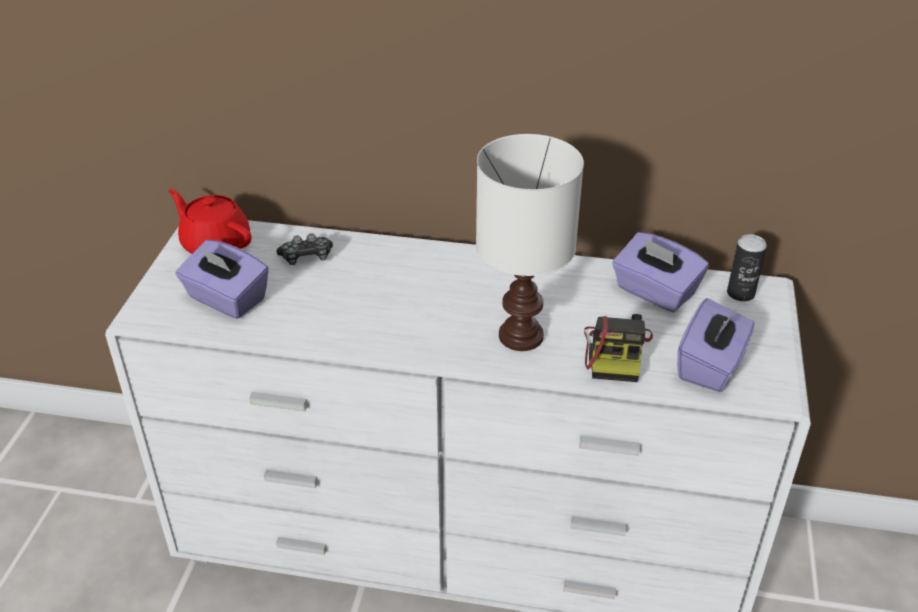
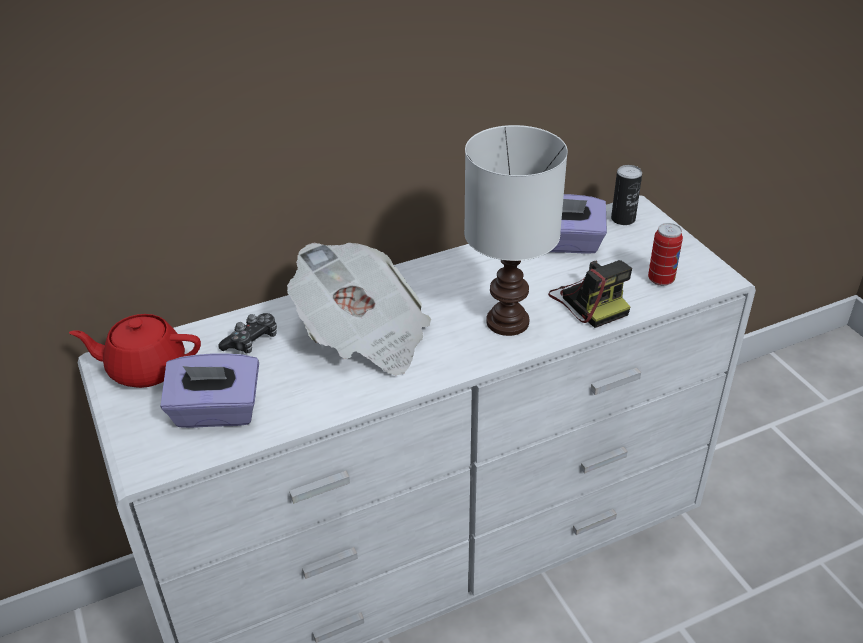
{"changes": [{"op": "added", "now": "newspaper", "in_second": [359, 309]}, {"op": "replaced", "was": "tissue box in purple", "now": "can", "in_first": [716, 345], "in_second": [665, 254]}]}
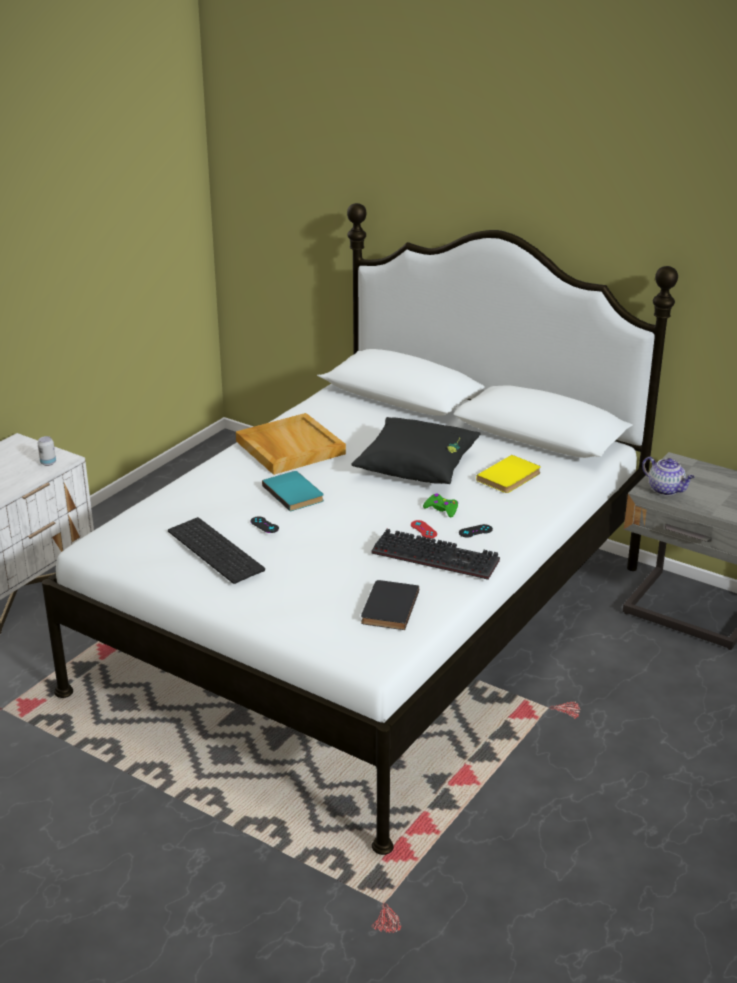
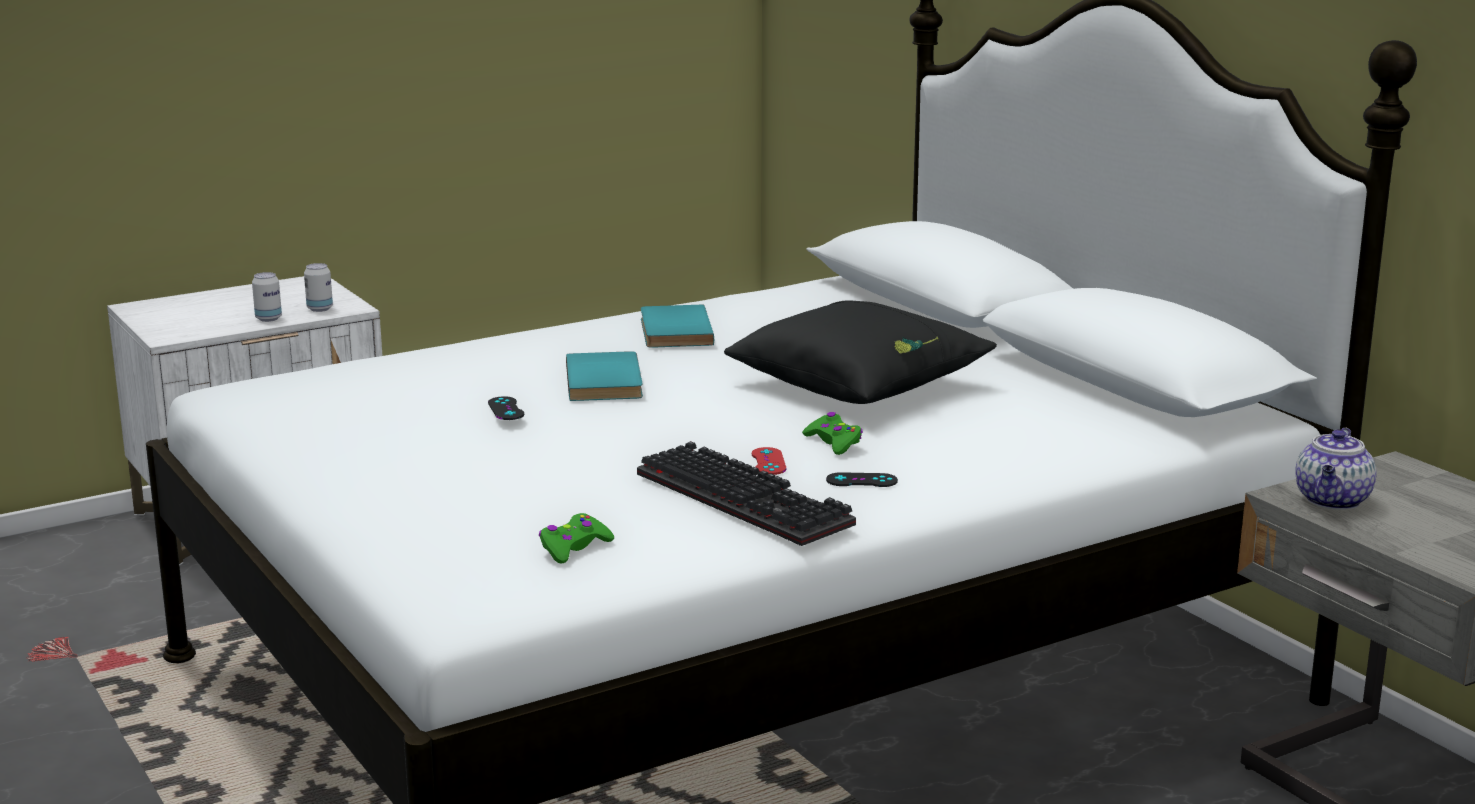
{"changes": [{"op": "added", "now": "can", "in_second": [267, 297]}, {"op": "replaced", "was": "volume in black-coloured", "now": "joypad in green", "in_first": [390, 605], "in_second": [576, 538]}, {"op": "replaced", "was": "carrying tray in beige-coloured", "now": "volume in turquoise-coloured", "in_first": [291, 444], "in_second": [677, 326]}, {"op": "turned", "was": "teapot", "in_first": [668, 476], "in_second": [1336, 469], "clockwise": 45}, {"op": "removed", "was": "PC keyboard", "in_first": [216, 550]}, {"op": "removed", "was": "volume in yellow-coloured", "in_first": [508, 474]}]}
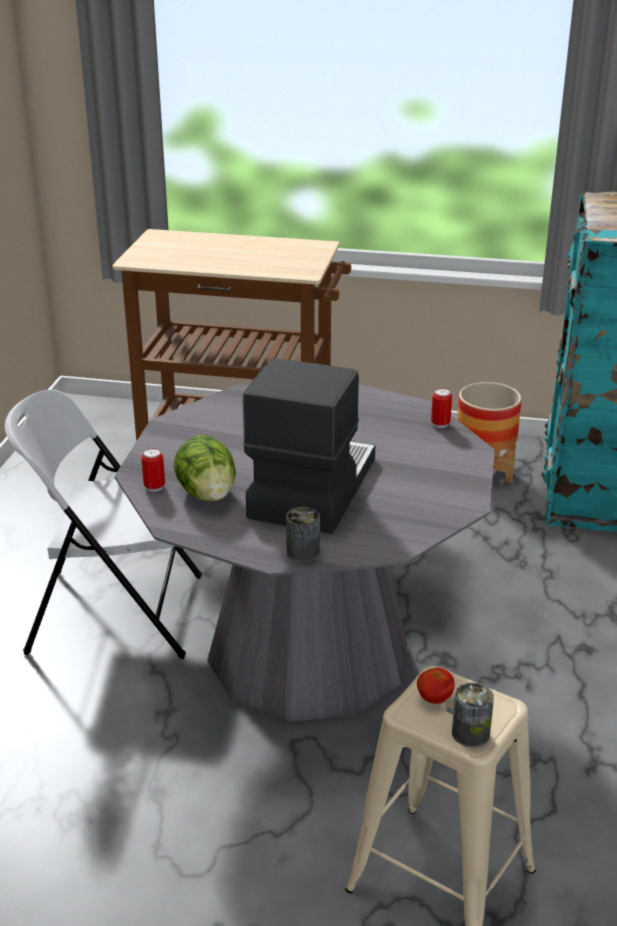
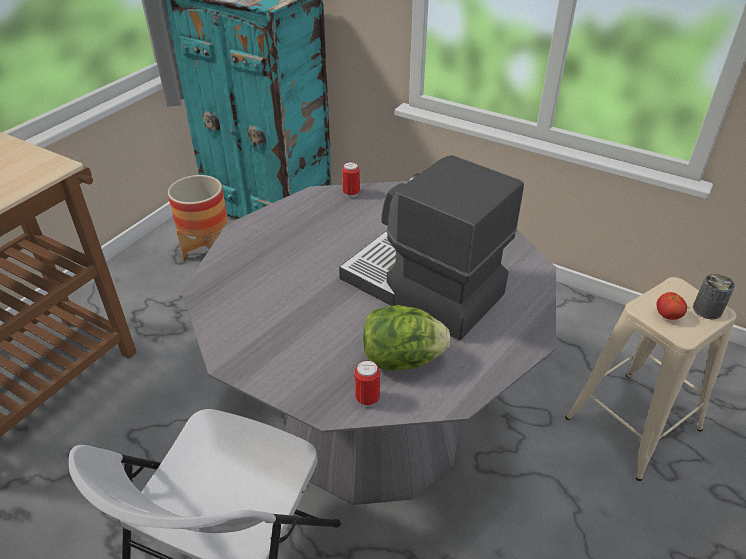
{"changes": [{"op": "removed", "was": "can", "in_first": [303, 534]}]}
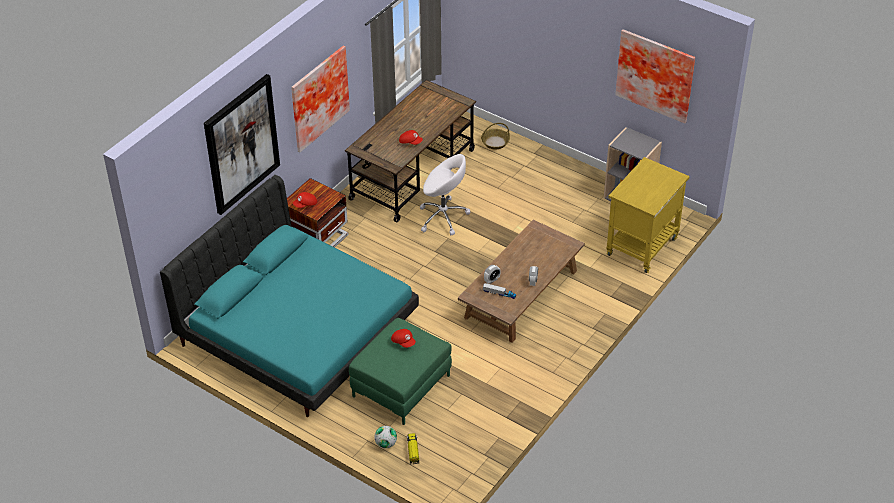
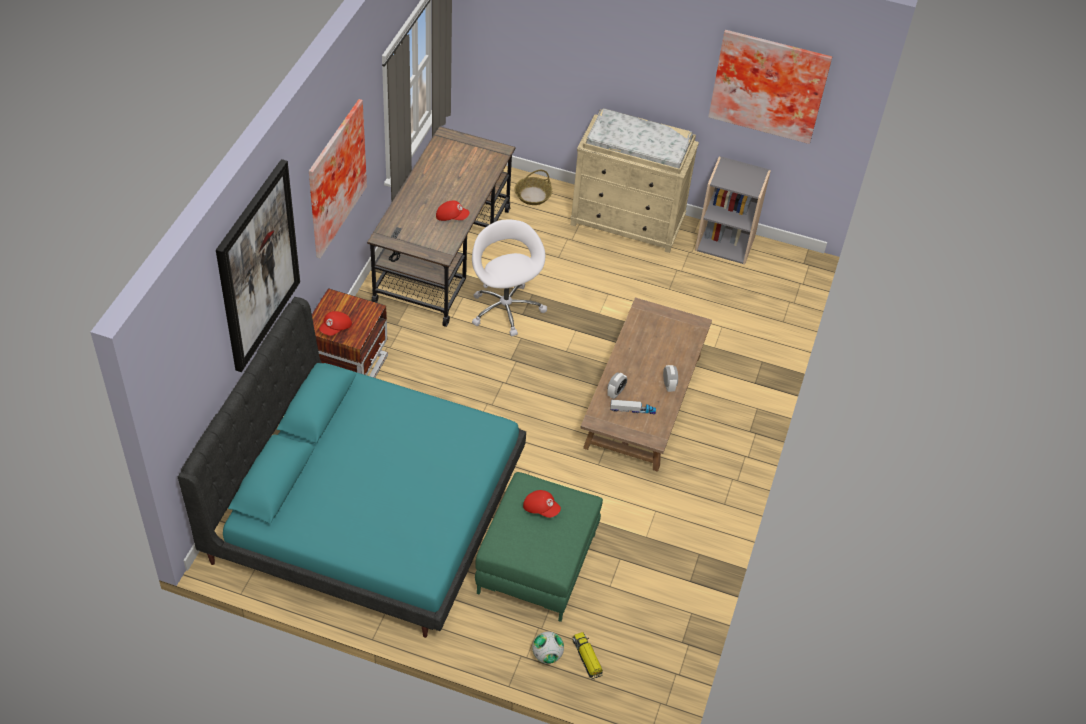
{"changes": [{"op": "turned", "was": "computer chair in white", "in_first": [445, 194], "in_second": [509, 278], "clockwise": -120}, {"op": "added", "now": "drawer chest in beige-coloured", "in_second": [634, 180]}, {"op": "removed", "was": "wheeled cart in yellow-coloured", "in_first": [648, 215]}]}
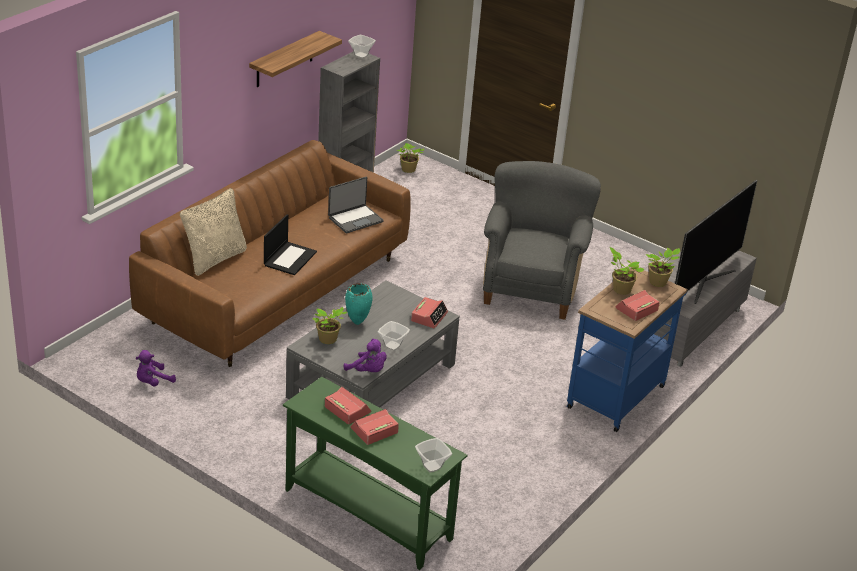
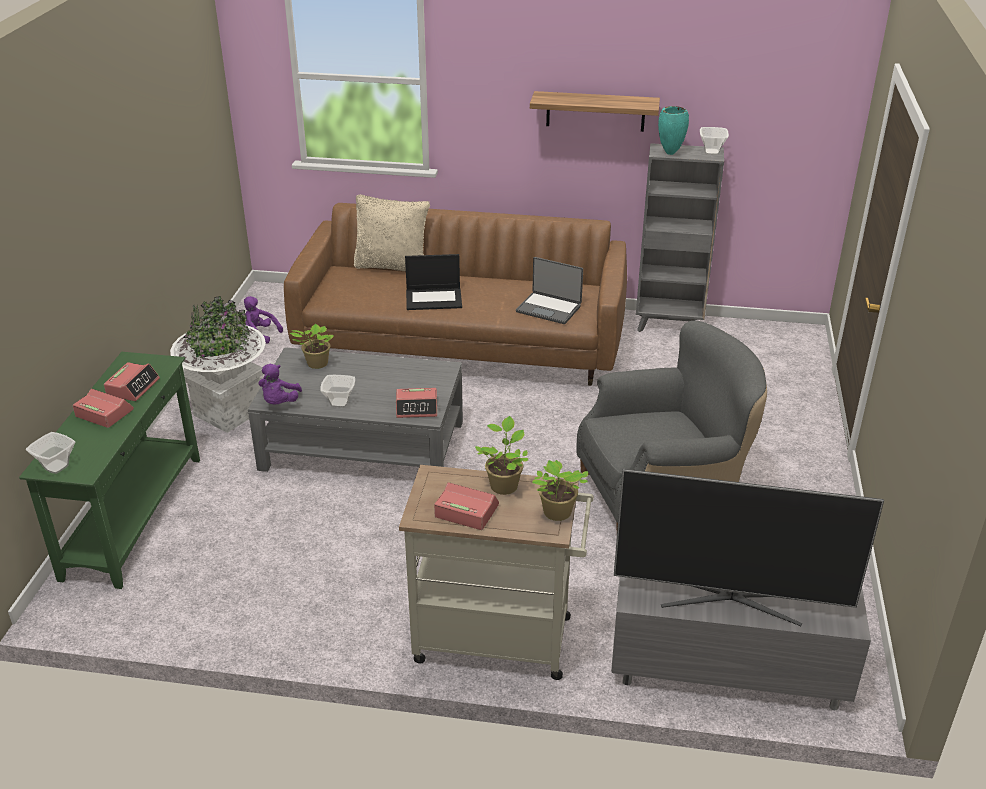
{"changes": [{"op": "added", "now": "planter in white", "in_second": [218, 364]}, {"op": "recoloured", "was": "wheeled cart in blue-coloured", "now": "wheeled cart in beige-coloured", "in_first": [627, 349], "in_second": [496, 572]}, {"op": "moved", "was": "flower vase in turquoise-coloured", "in_first": [358, 304], "in_second": [673, 130]}, {"op": "removed", "was": "plant in a pot", "in_first": [410, 158]}]}
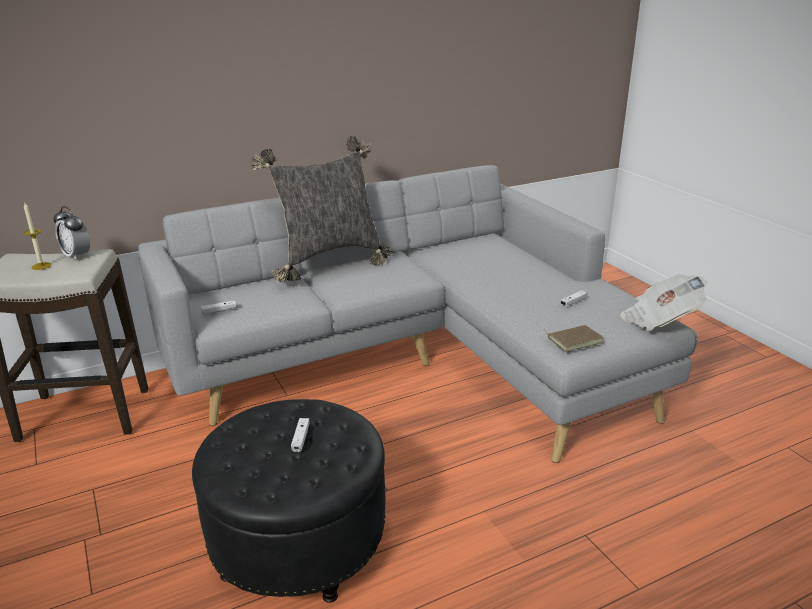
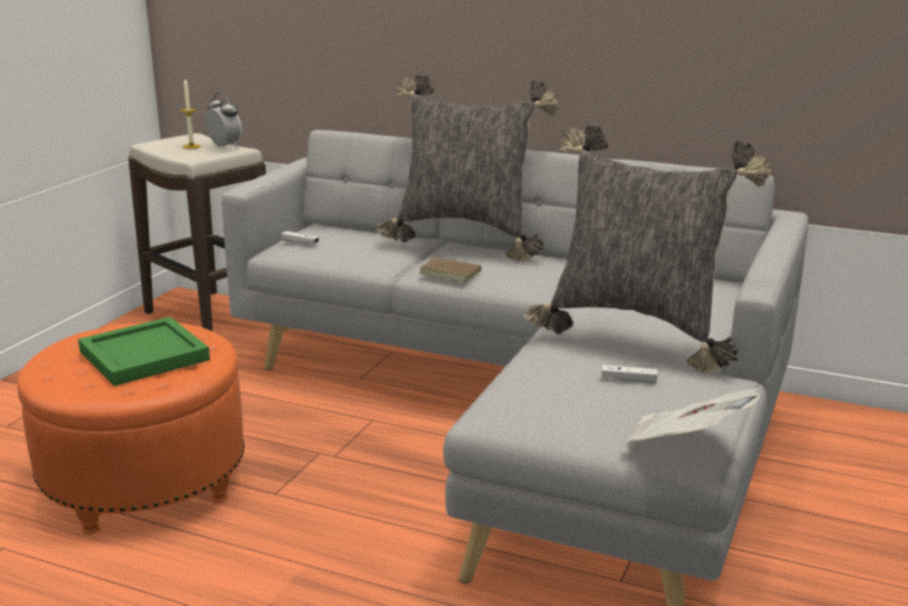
{"changes": [{"op": "recoloured", "was": "ottoman in black-coloured", "now": "ottoman in orangey", "in_first": [288, 501], "in_second": [131, 428]}, {"op": "replaced", "was": "joypad in white", "now": "carrying tray in green", "in_first": [300, 435], "in_second": [144, 351]}, {"op": "turned", "was": "table clock", "in_first": [71, 233], "in_second": [223, 120], "clockwise": 135}, {"op": "moved", "was": "volume in brown", "in_first": [574, 338], "in_second": [450, 268]}, {"op": "added", "now": "cushion", "in_second": [647, 250]}]}
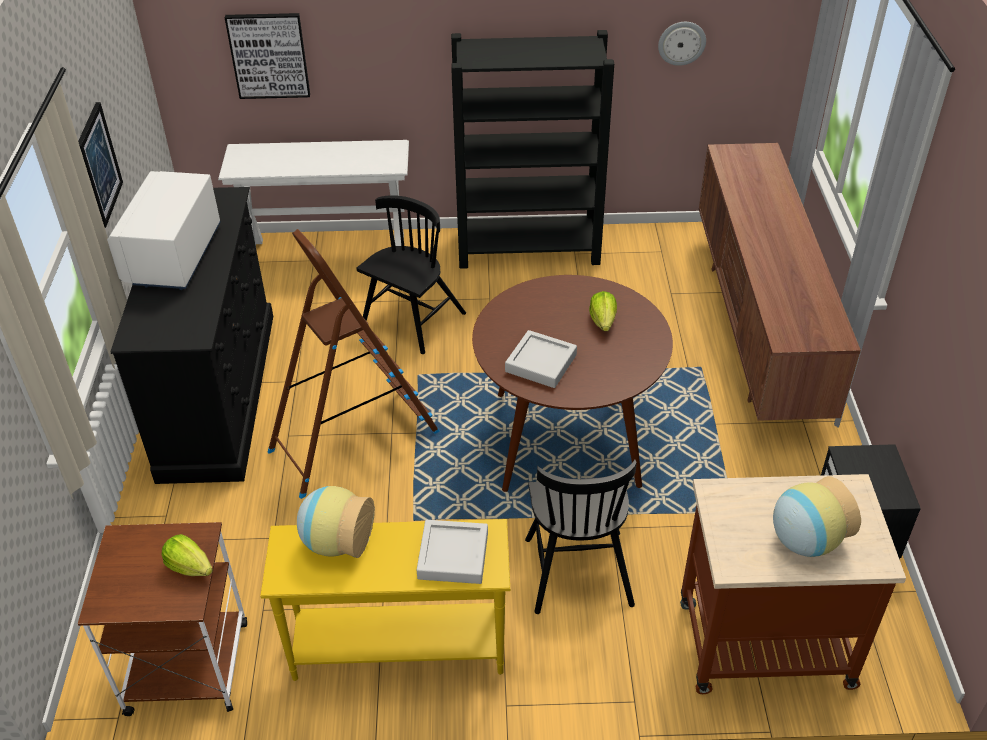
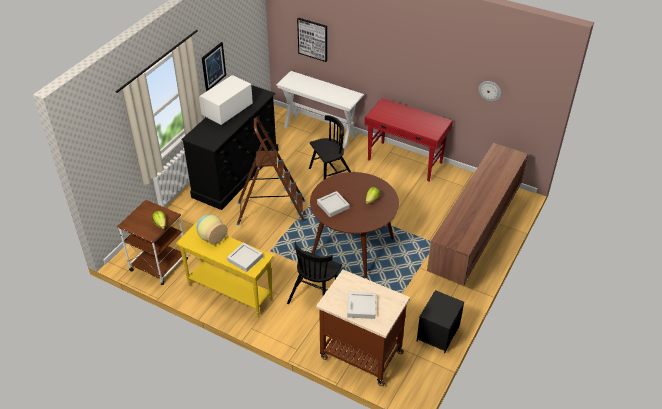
{"changes": [{"op": "replaced", "was": "flower vase", "now": "carrying tray in gray", "in_first": [817, 516], "in_second": [361, 305]}, {"op": "replaced", "was": "bookcase in black-coloured", "now": "hall table in red-coloured", "in_first": [532, 149], "in_second": [409, 139]}]}
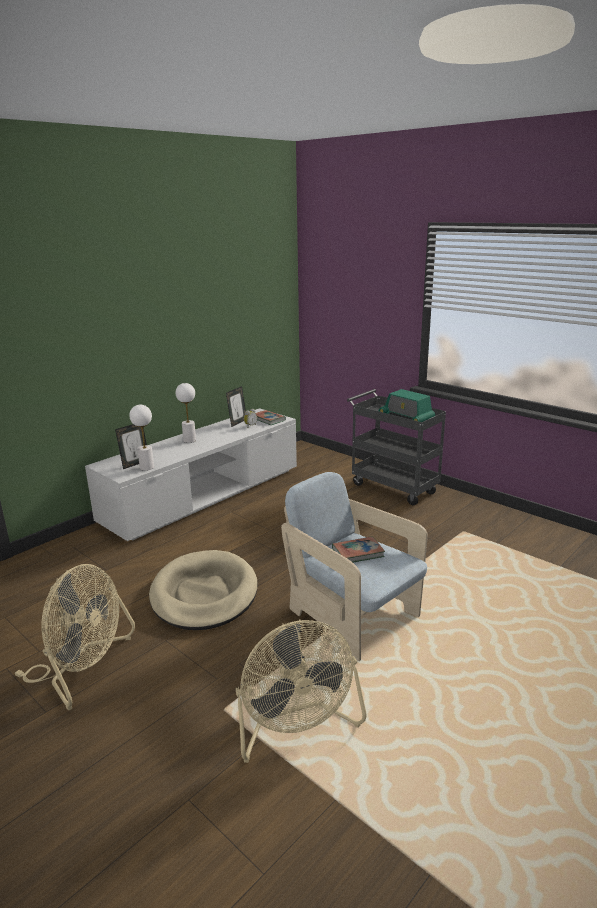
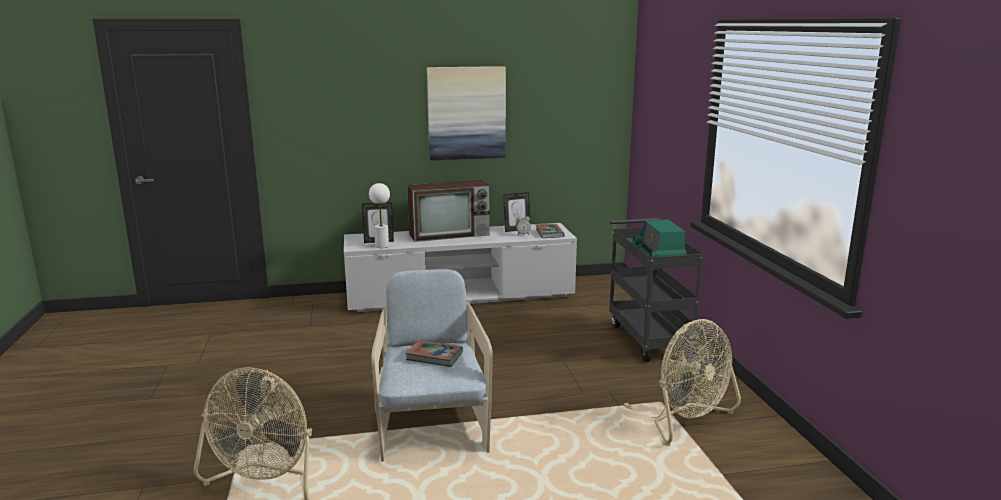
{"changes": [{"op": "replaced", "was": "tabletop lamp in white", "now": "TV", "in_first": [186, 413], "in_second": [448, 211]}, {"op": "added", "now": "picture", "in_second": [466, 113]}, {"op": "moved", "was": "cooling fan in beige-coloured", "in_first": [75, 637], "in_second": [682, 382]}, {"op": "removed", "was": "dog cushion in beige-coloured", "in_first": [203, 590]}]}
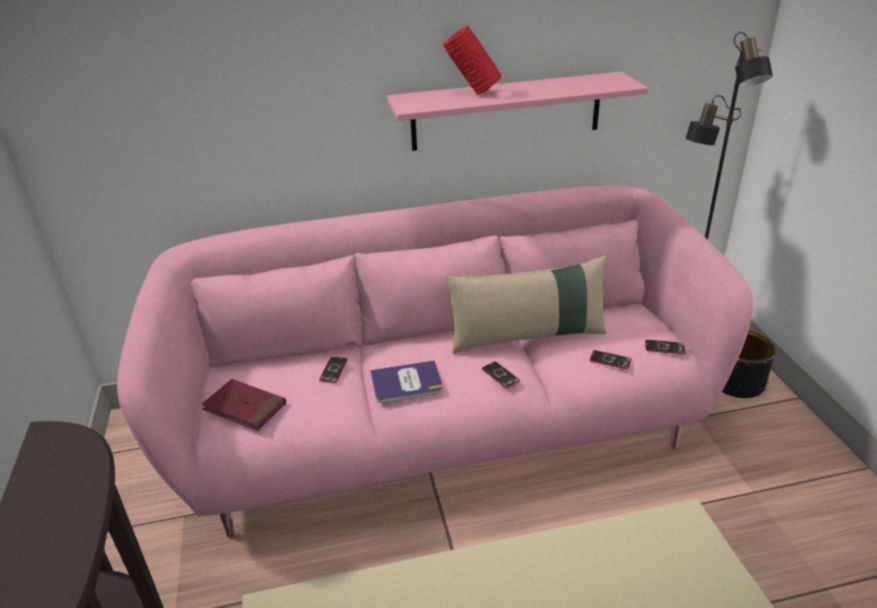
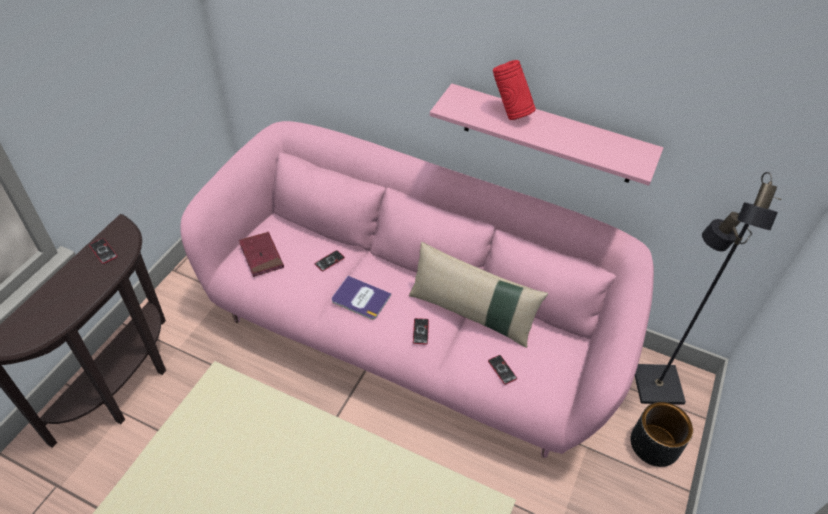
{"changes": [{"op": "moved", "was": "handset", "in_first": [665, 347], "in_second": [103, 251]}]}
